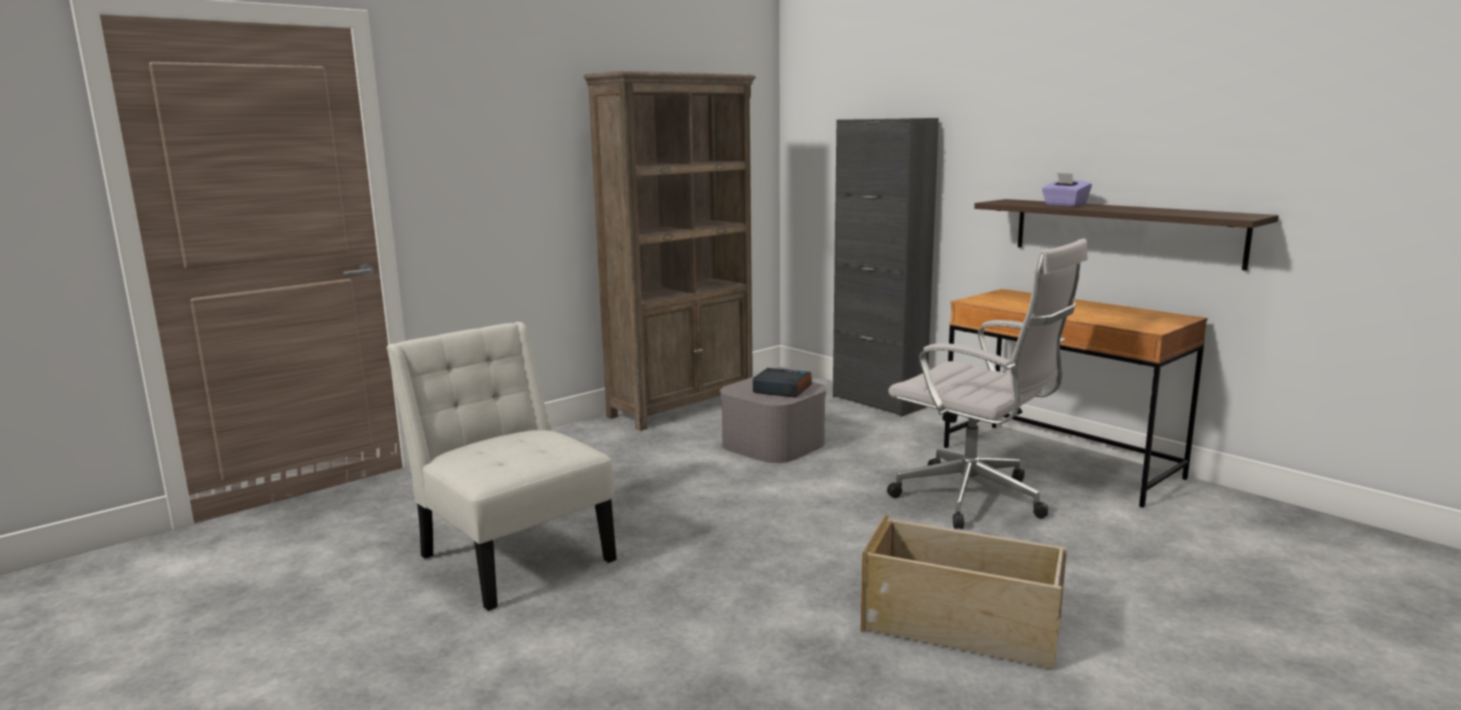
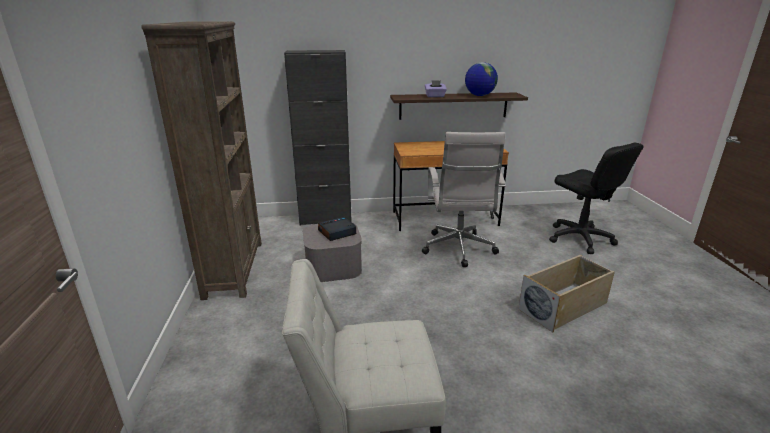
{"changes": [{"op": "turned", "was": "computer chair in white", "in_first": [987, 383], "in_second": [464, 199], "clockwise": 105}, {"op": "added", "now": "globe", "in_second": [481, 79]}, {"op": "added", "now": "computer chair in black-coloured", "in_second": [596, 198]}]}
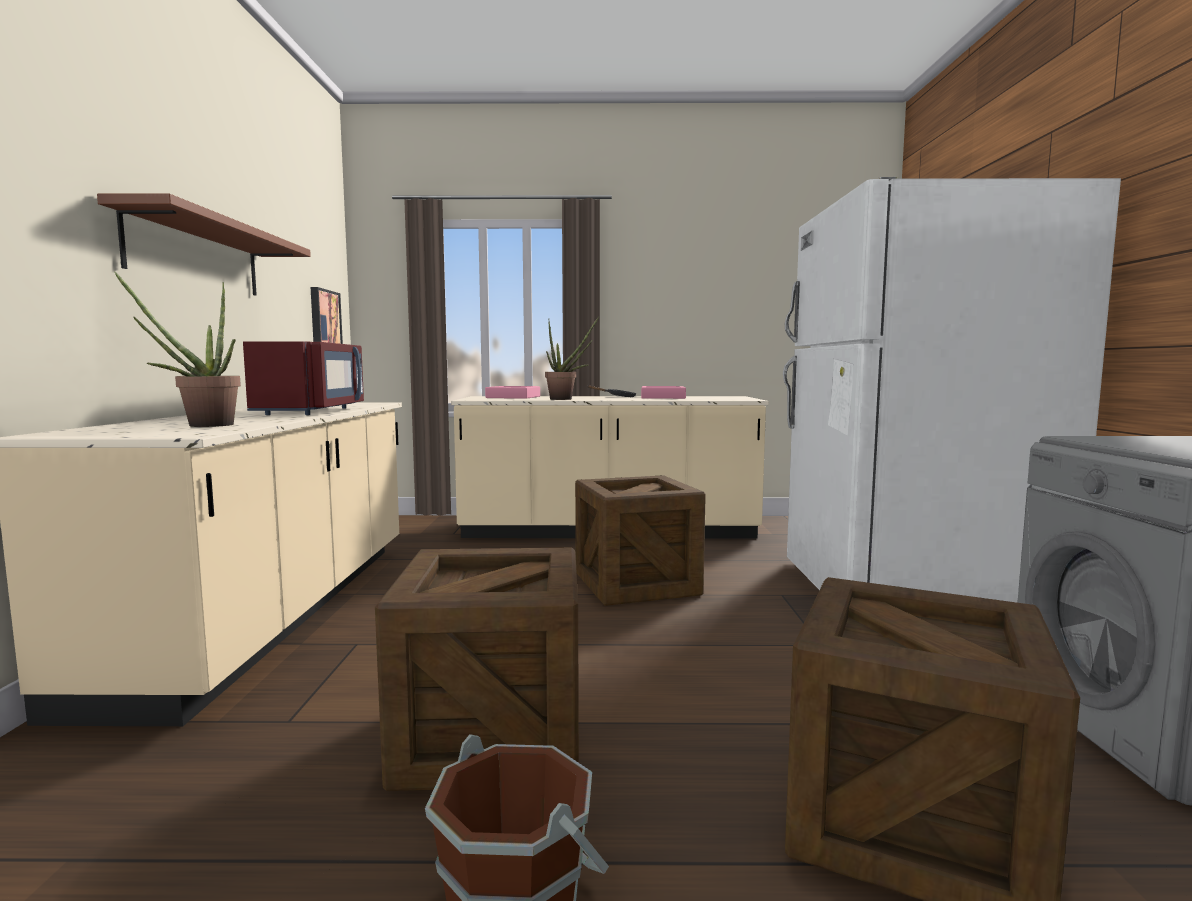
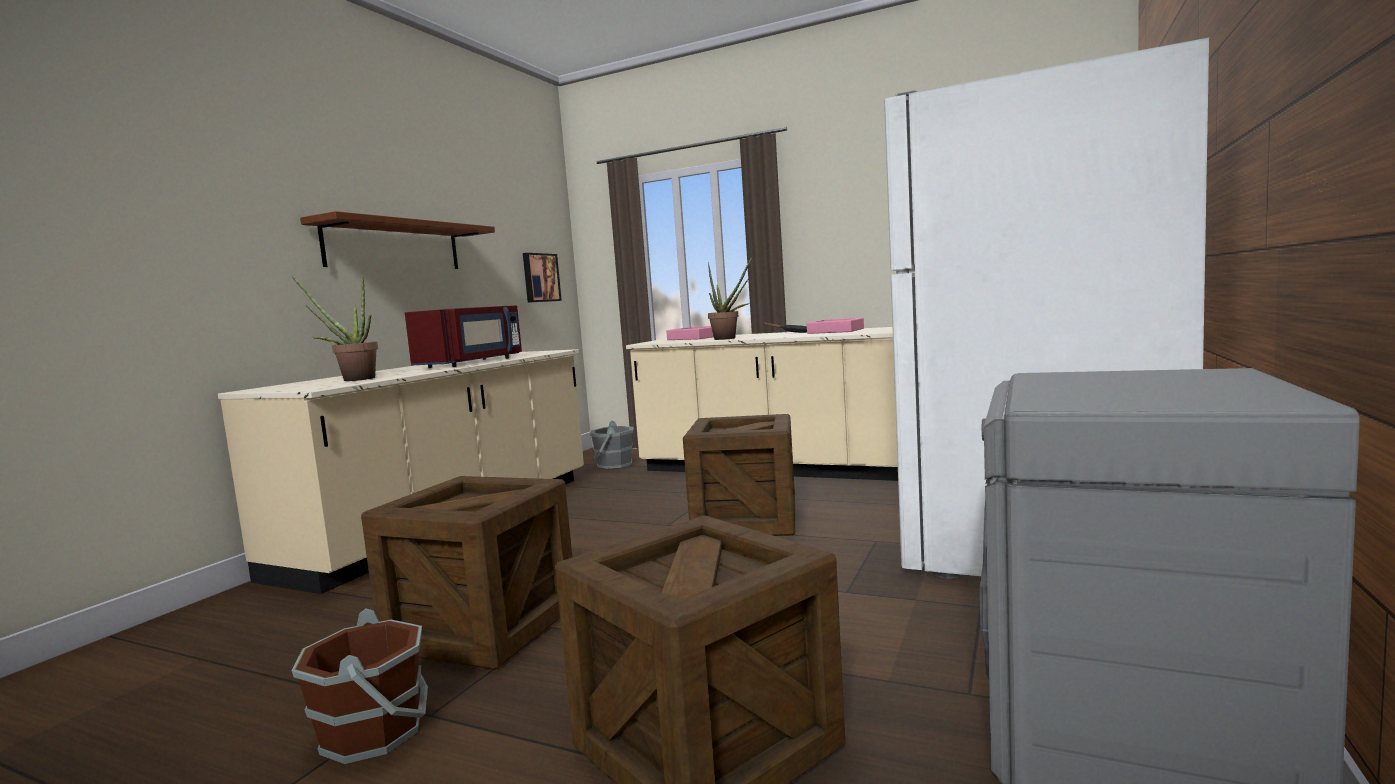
{"changes": [{"op": "added", "now": "bucket in gray", "in_second": [611, 444]}]}
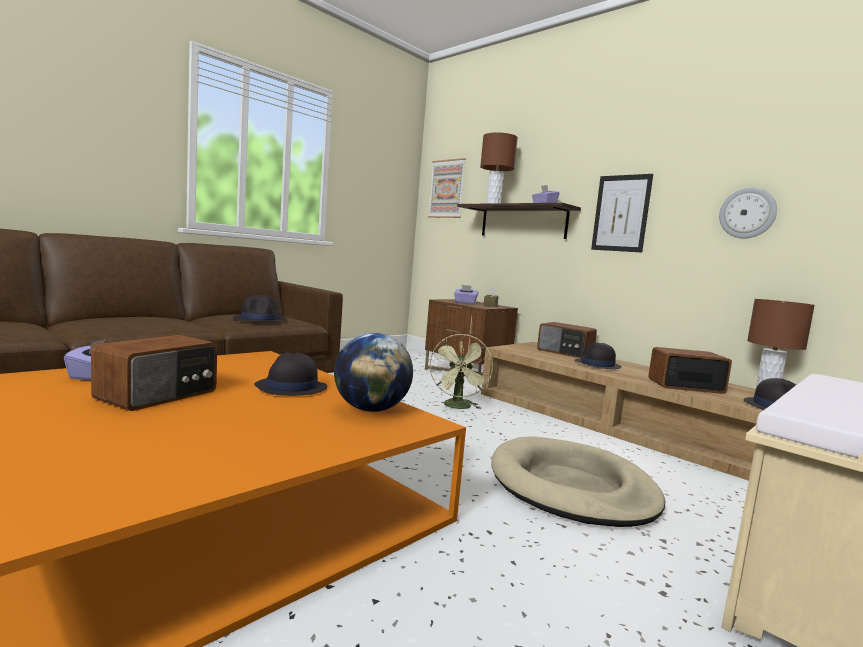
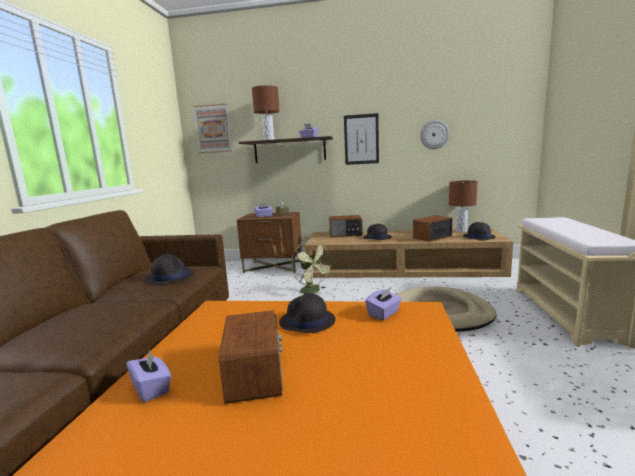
{"changes": [{"op": "replaced", "was": "globe", "now": "tissue box in purple", "in_first": [373, 372], "in_second": [383, 304]}]}
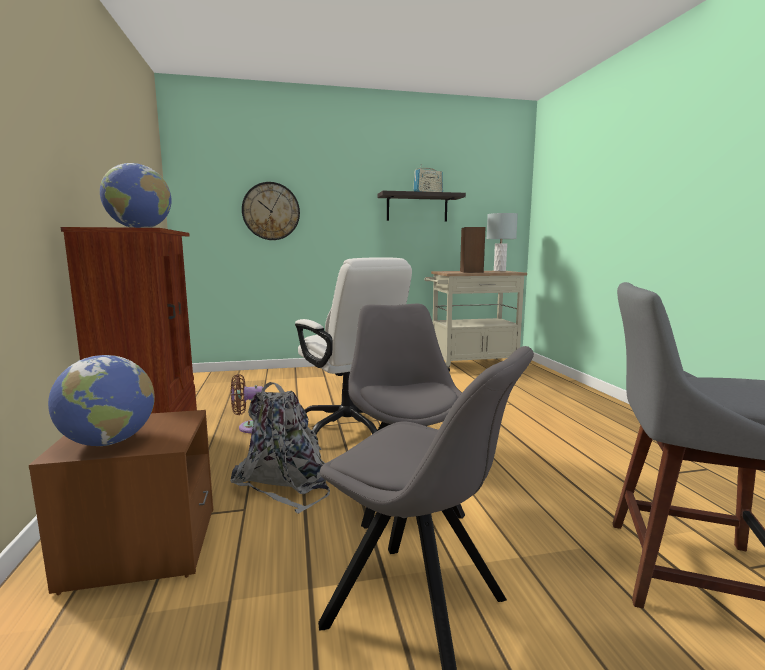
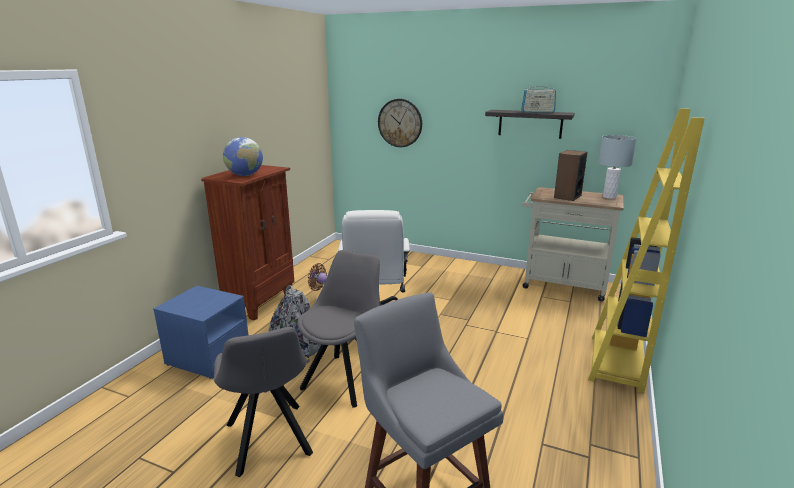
{"changes": [{"op": "recoloured", "was": "night table in brown", "now": "night table in blue-coloured", "in_first": [121, 502], "in_second": [200, 332]}, {"op": "added", "now": "bookcase in yellow-coloured", "in_second": [646, 250]}, {"op": "removed", "was": "globe", "in_first": [101, 400]}]}
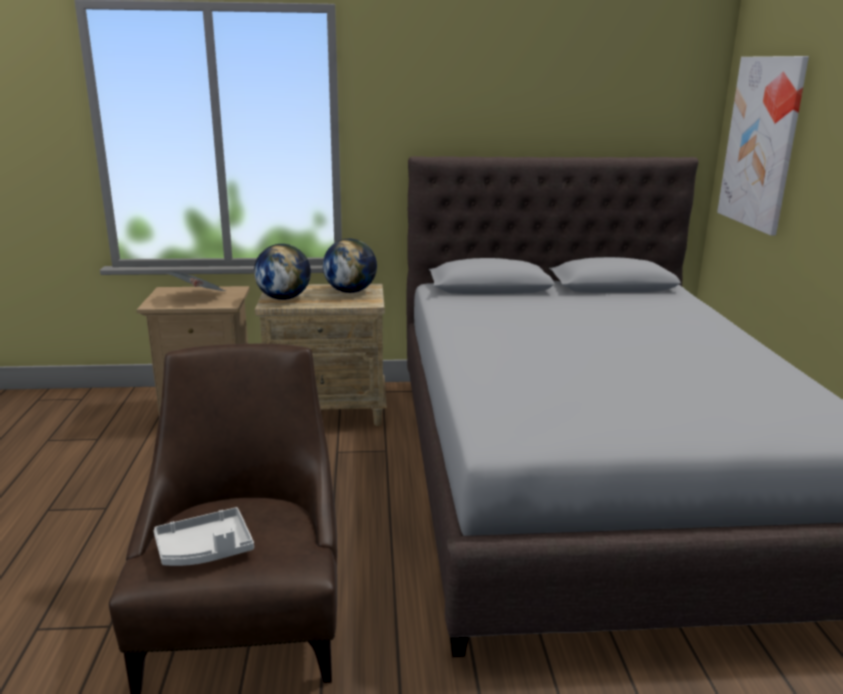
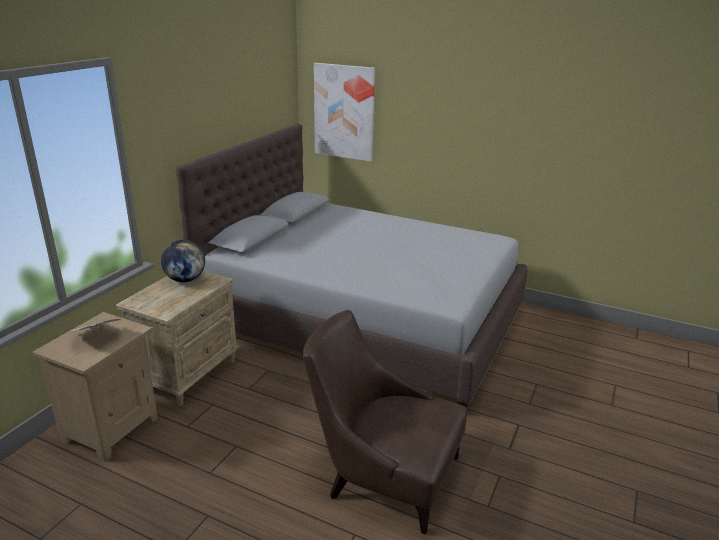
{"changes": [{"op": "removed", "was": "carrying tray in gray", "in_first": [203, 536]}, {"op": "removed", "was": "globe", "in_first": [282, 272]}]}
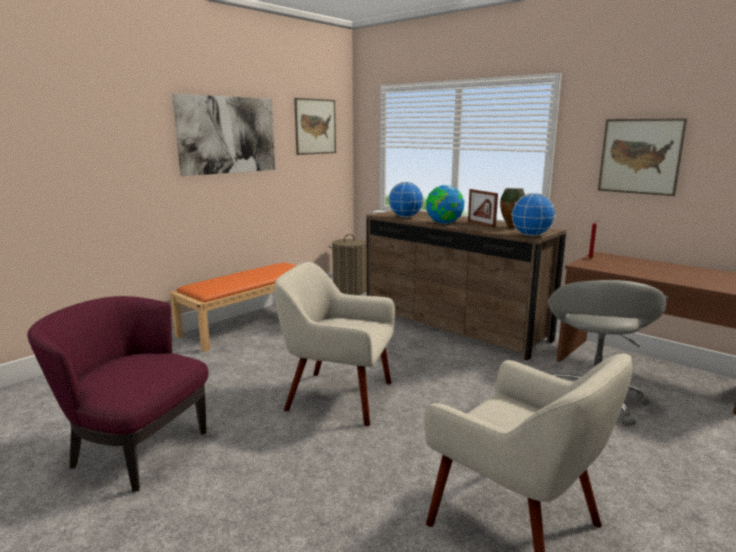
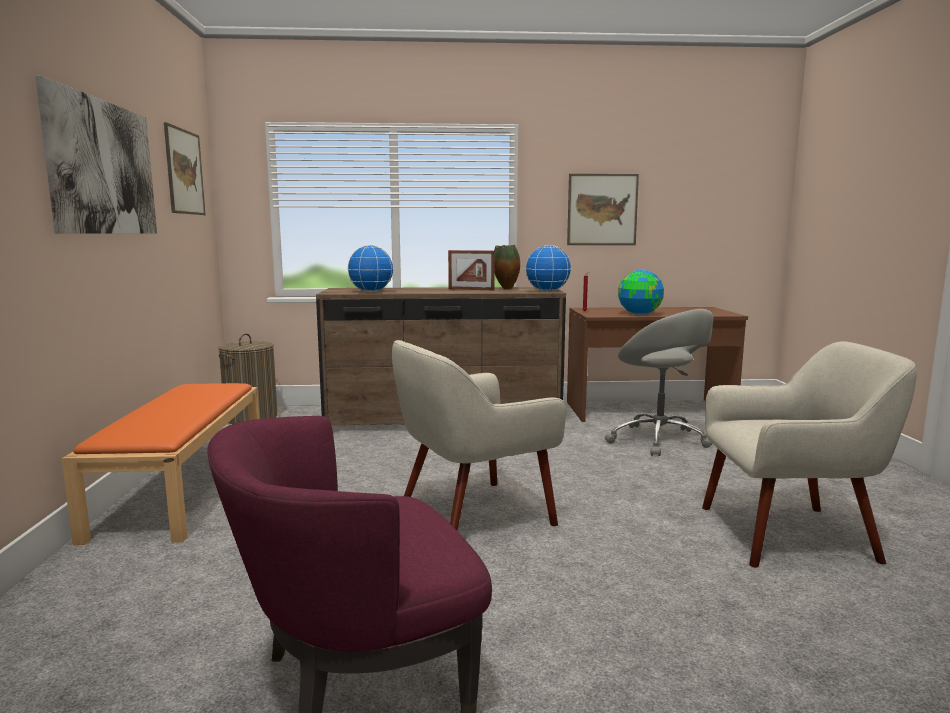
{"changes": [{"op": "moved", "was": "globe", "in_first": [445, 204], "in_second": [641, 292]}]}
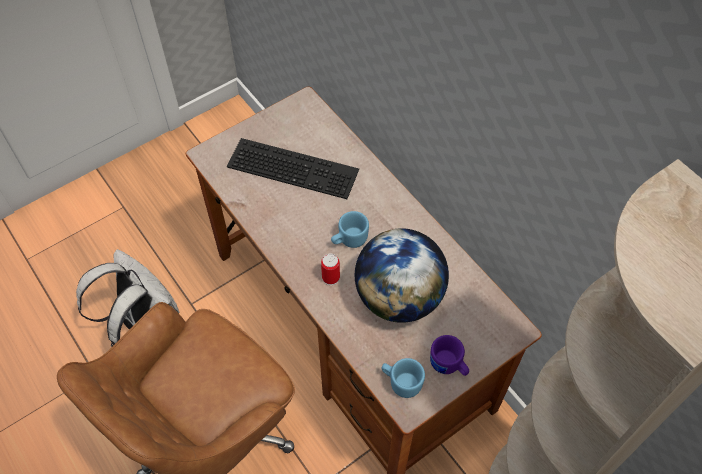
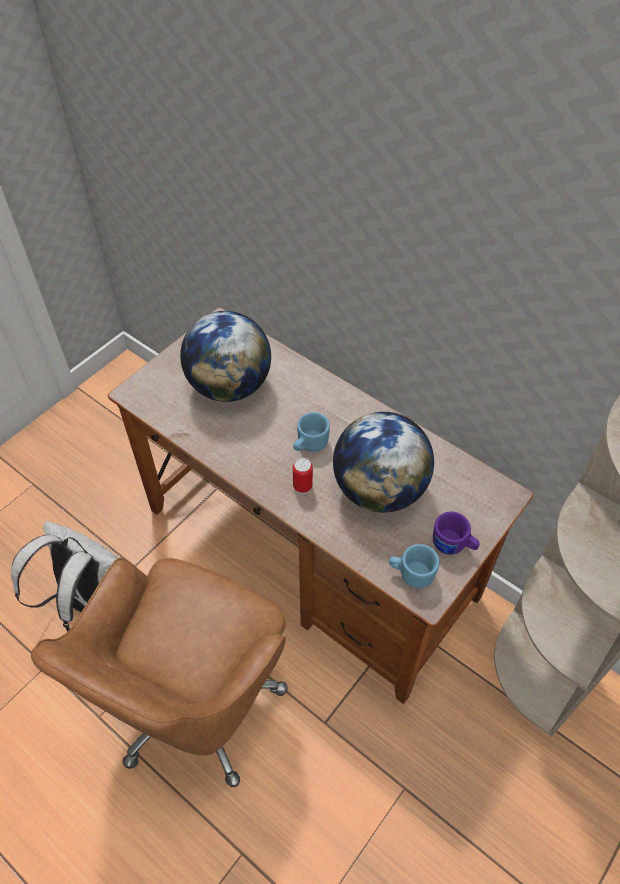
{"changes": [{"op": "replaced", "was": "PC keyboard", "now": "globe", "in_first": [293, 168], "in_second": [225, 356]}]}
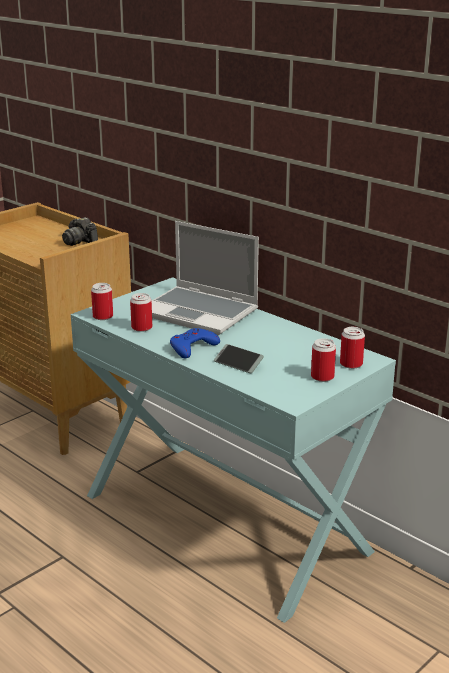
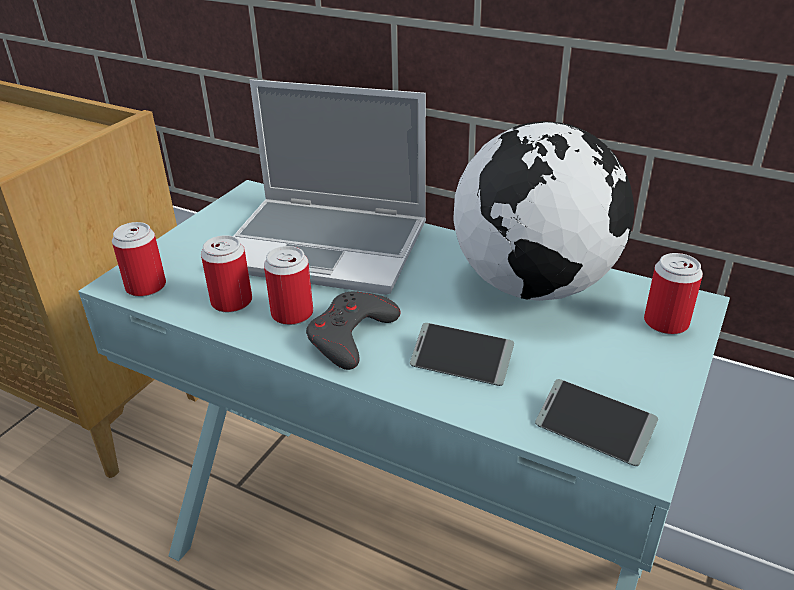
{"changes": [{"op": "moved", "was": "can", "in_first": [323, 360], "in_second": [288, 285]}, {"op": "recoloured", "was": "joypad in blue-coloured", "now": "joypad in gray", "in_first": [195, 343], "in_second": [353, 331]}, {"op": "added", "now": "globe", "in_second": [543, 211]}, {"op": "added", "now": "handset", "in_second": [596, 422]}, {"op": "removed", "was": "still camera", "in_first": [80, 231]}]}
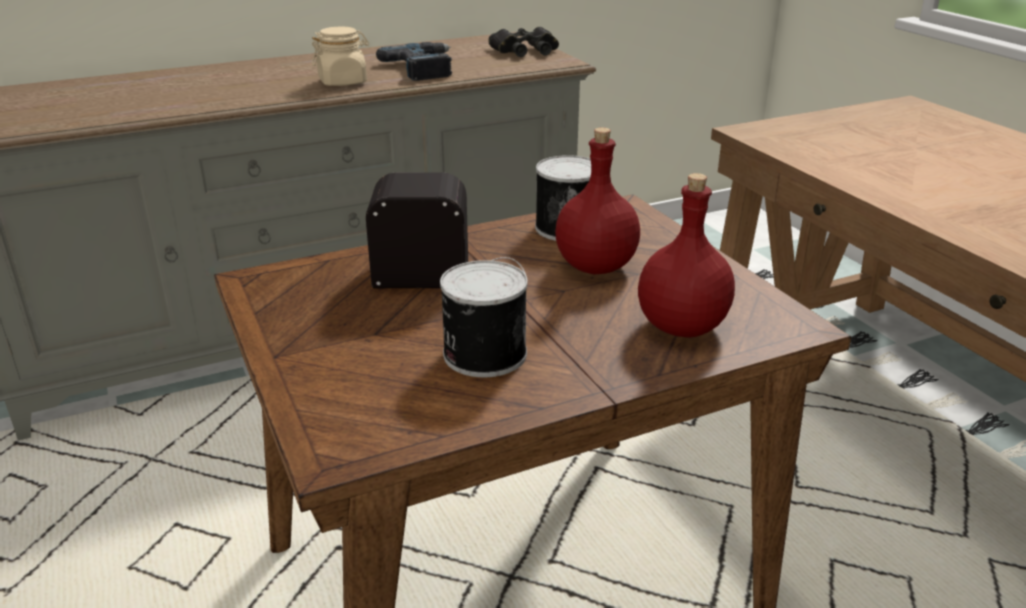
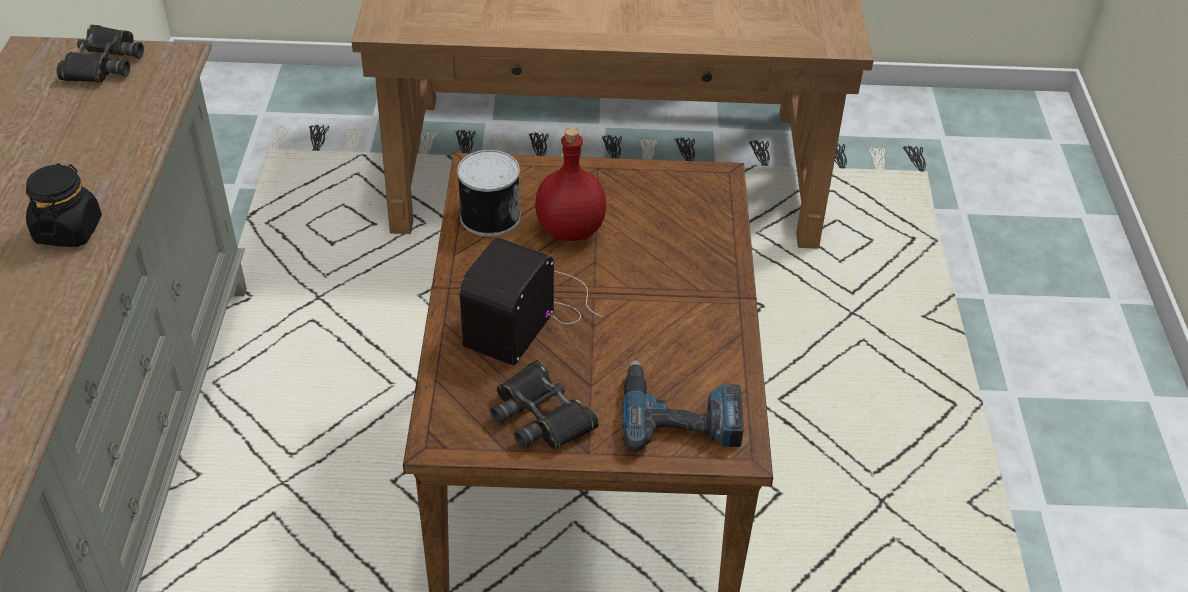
{"changes": [{"op": "recoloured", "was": "preserve jar in beige-coloured", "now": "preserve jar in black-coloured", "in_first": [340, 56], "in_second": [64, 205]}, {"op": "added", "now": "field glasses in black-coloured", "in_second": [544, 405]}, {"op": "moved", "was": "drill", "in_first": [414, 61], "in_second": [683, 406]}, {"op": "removed", "was": "can", "in_first": [484, 318]}, {"op": "removed", "was": "beverage bottle in red-coloured", "in_first": [686, 255]}]}
